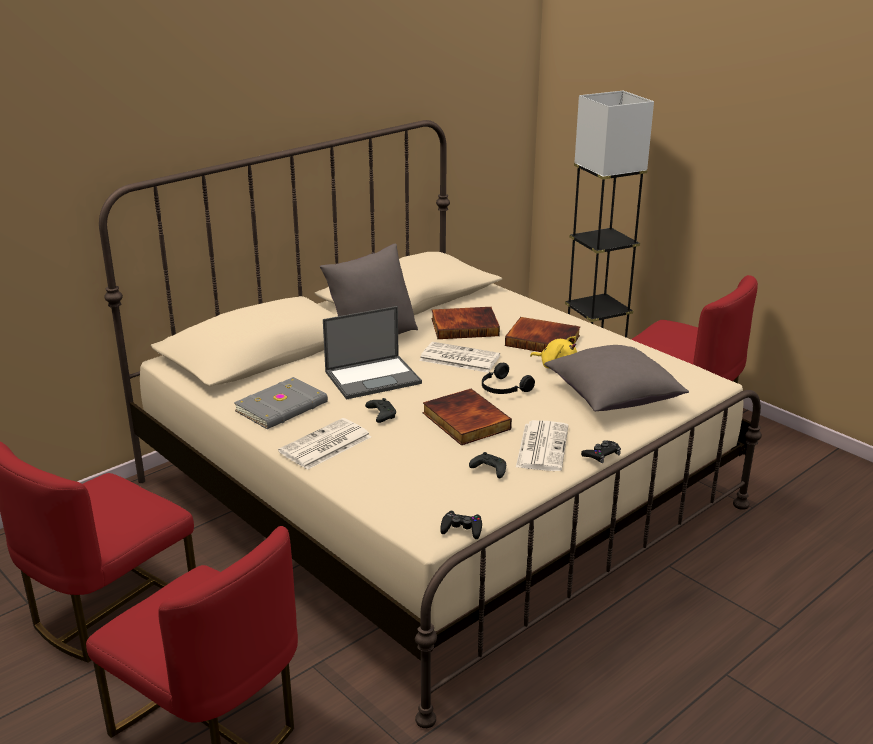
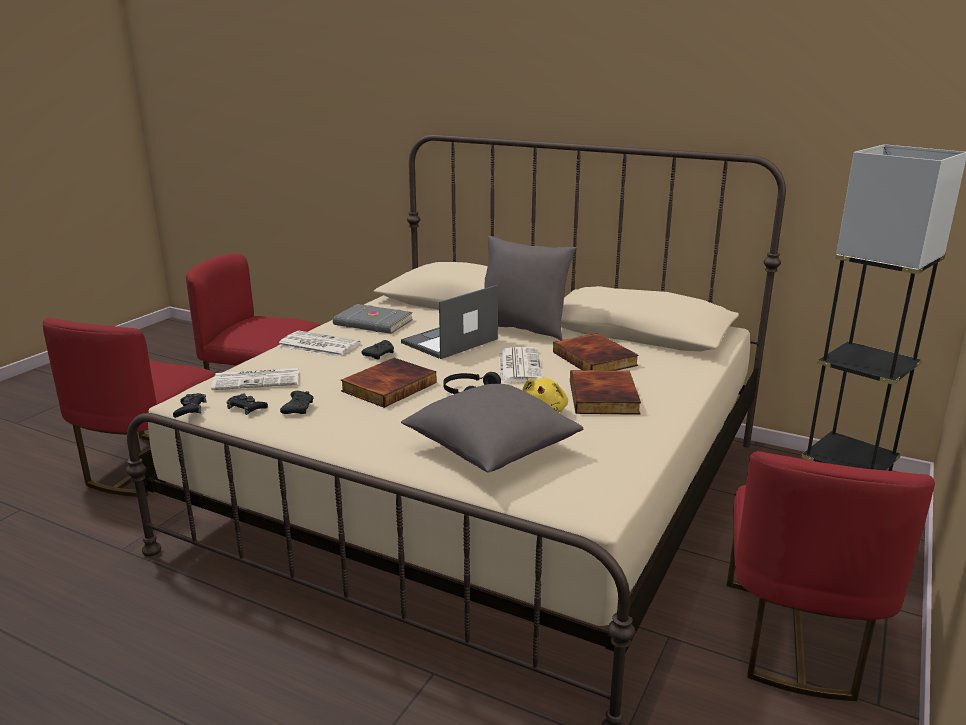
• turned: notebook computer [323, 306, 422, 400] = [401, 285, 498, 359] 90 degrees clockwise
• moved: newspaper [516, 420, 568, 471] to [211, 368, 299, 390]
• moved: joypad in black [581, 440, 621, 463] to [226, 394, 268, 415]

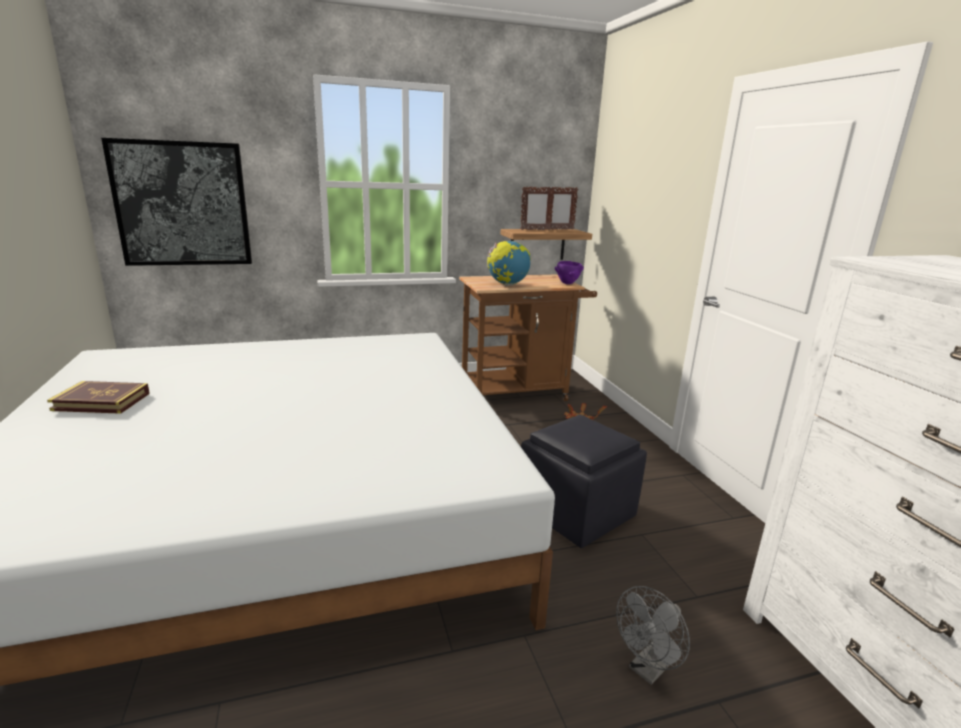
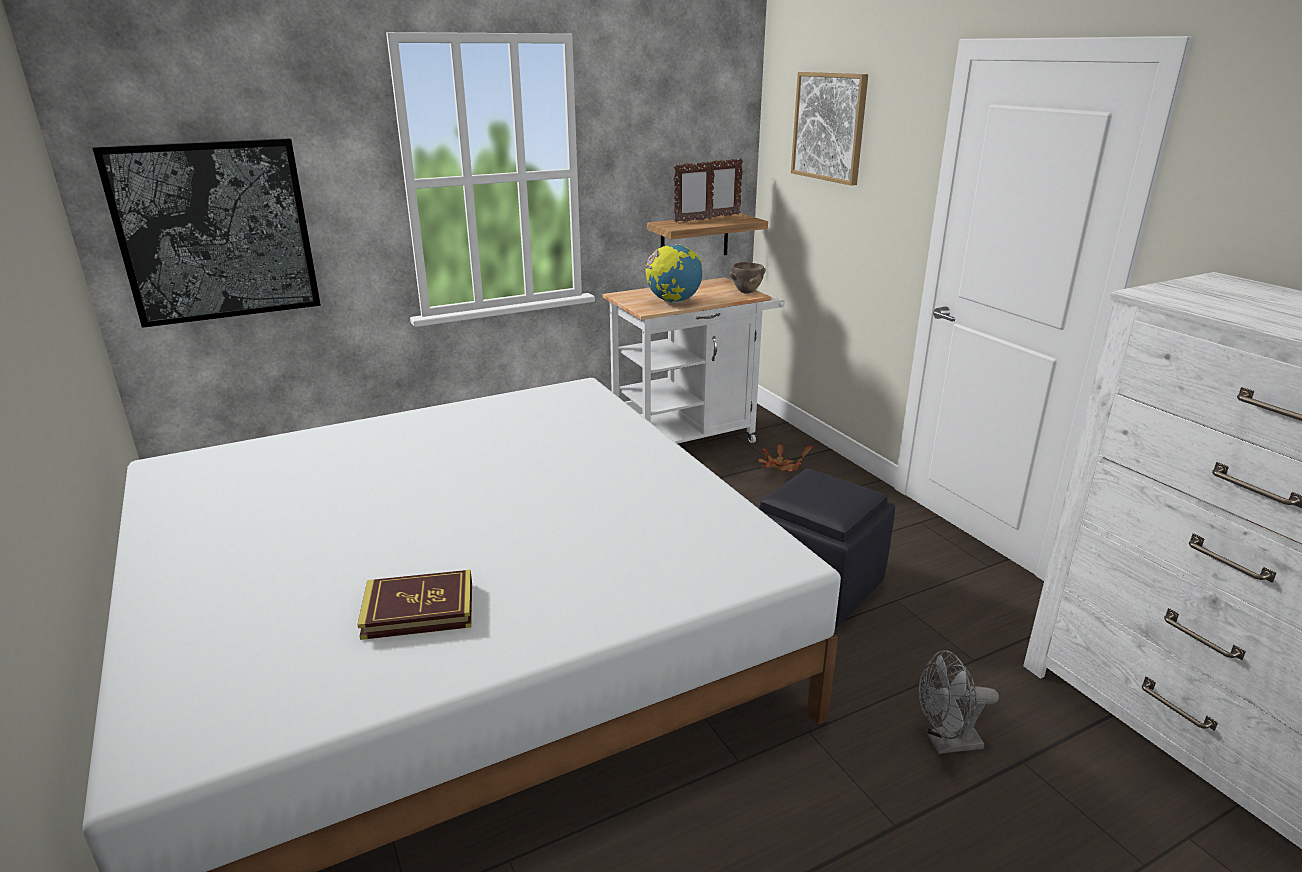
• moved: bound book [47, 381, 150, 414] to [358, 570, 472, 640]
• recoloured: cart in brown-coloured [459, 274, 597, 401] to cart in white-coloured [602, 277, 785, 444]
• recoloured: deep dish in purple-coloured [555, 261, 584, 284] to deep dish in brown-coloured [730, 262, 766, 294]
• turned: fan in greyish [616, 586, 690, 685] = [918, 650, 999, 754] 45 degrees clockwise
• added: wall art [791, 72, 868, 186]

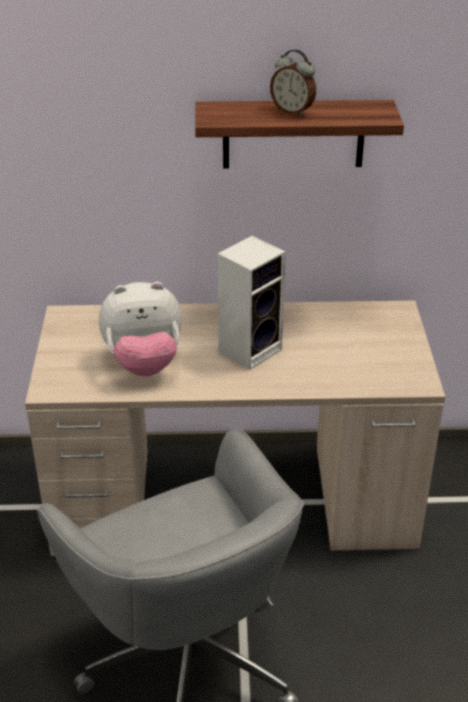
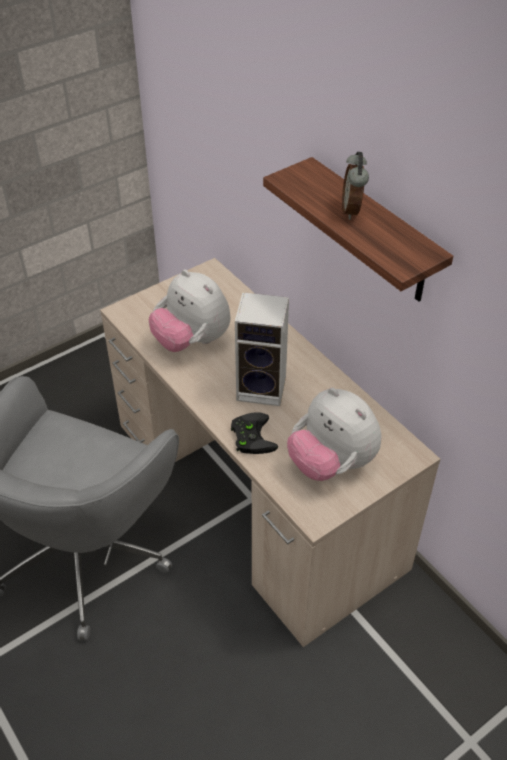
• added: joypad in black [231, 412, 278, 454]
• added: cuddly toy [287, 388, 382, 481]

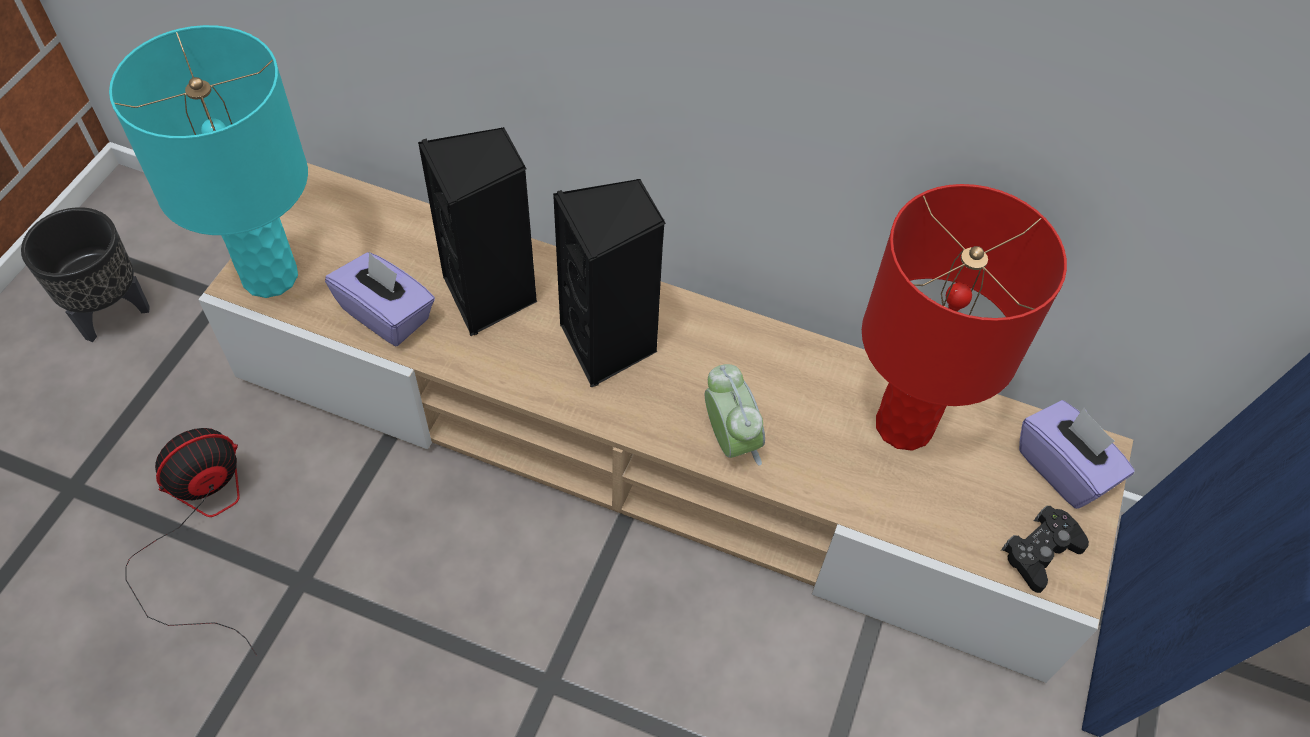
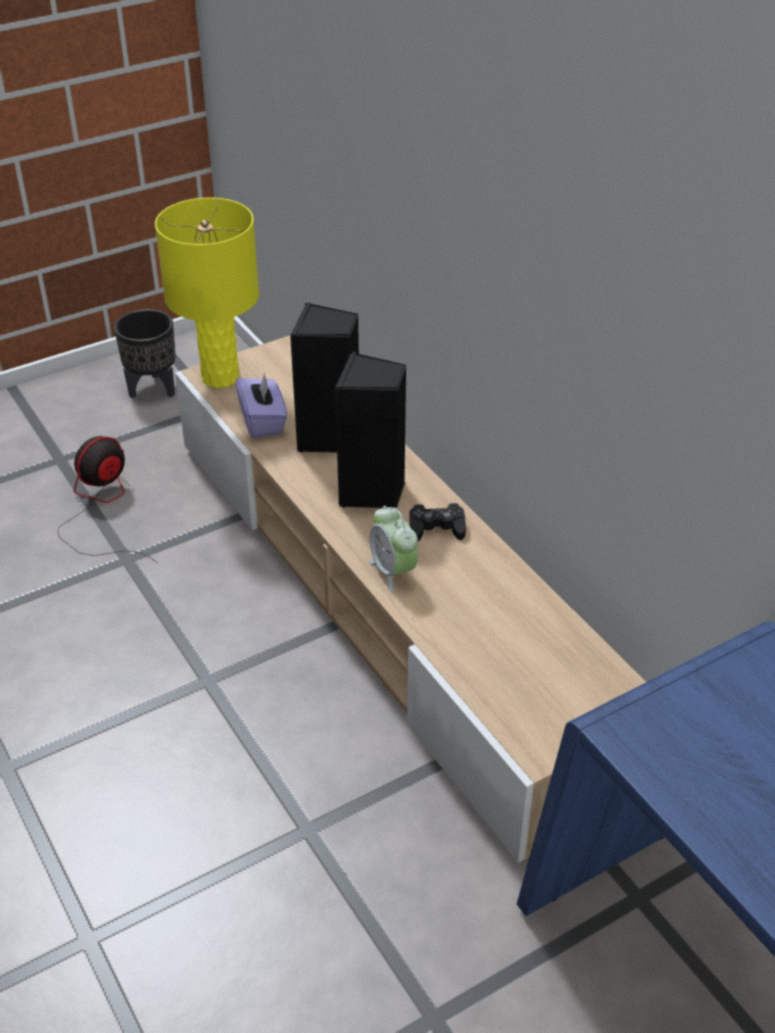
• recoloured: table lamp in turquoise [109, 25, 308, 298] to table lamp in yellowish [155, 198, 259, 388]
• turned: fan [126, 428, 257, 655] = [57, 436, 158, 563] 45 degrees counterclockwise
• turned: bedside clock [705, 364, 765, 466] = [369, 506, 418, 592] 135 degrees clockwise
• removed: table lamp in red [862, 184, 1067, 451]
• moved: joypad in black [1001, 506, 1089, 593] to [409, 503, 466, 541]
• removed: box of tissues in purple-coloured [1019, 400, 1134, 509]

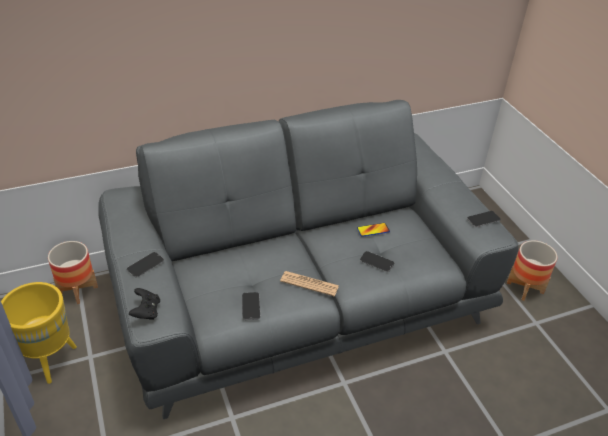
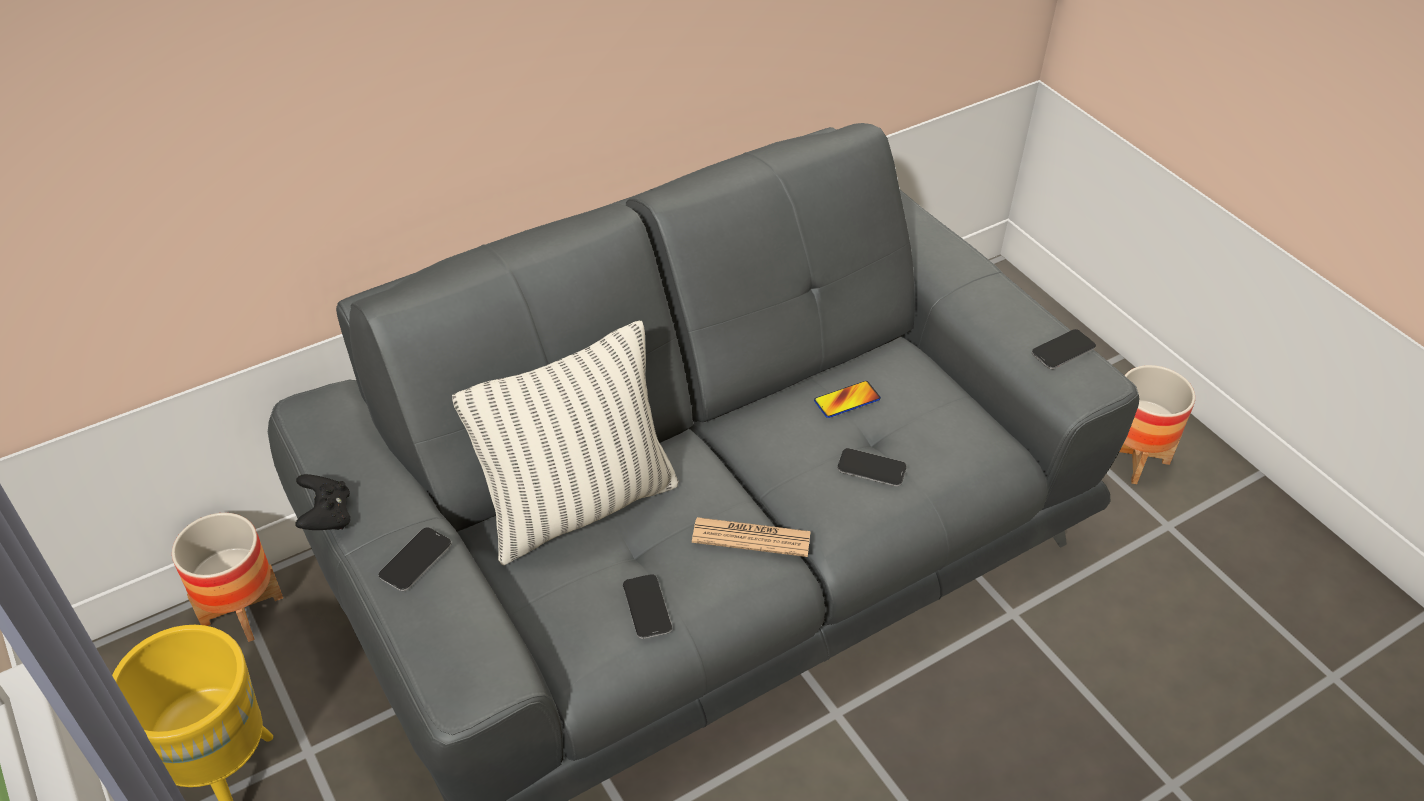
• moved: joypad in black [129, 288, 160, 320] to [295, 474, 350, 530]
• added: cushion [452, 320, 679, 565]

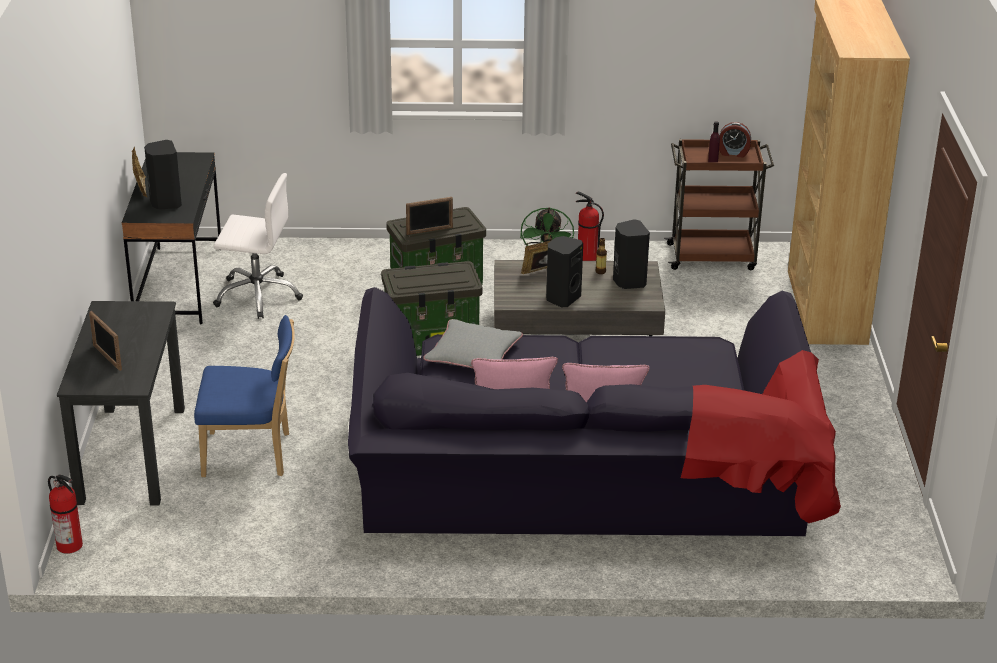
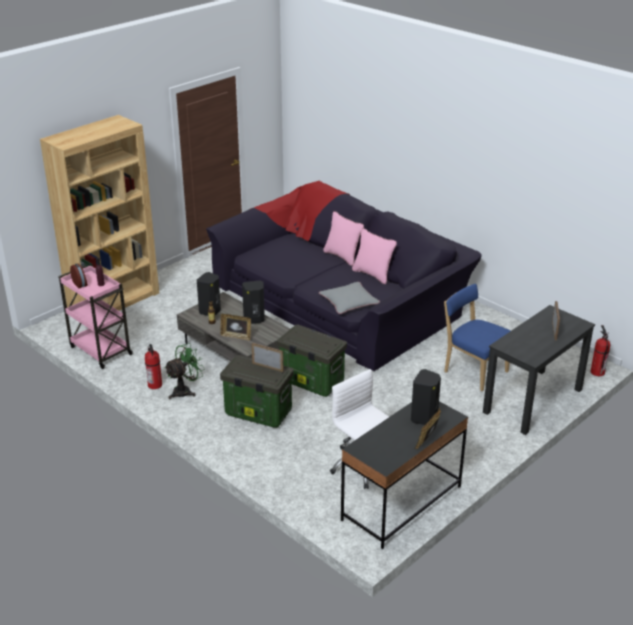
• recoloured: cart in brown-coloured [664, 139, 774, 270] to cart in pinkish [58, 265, 133, 369]

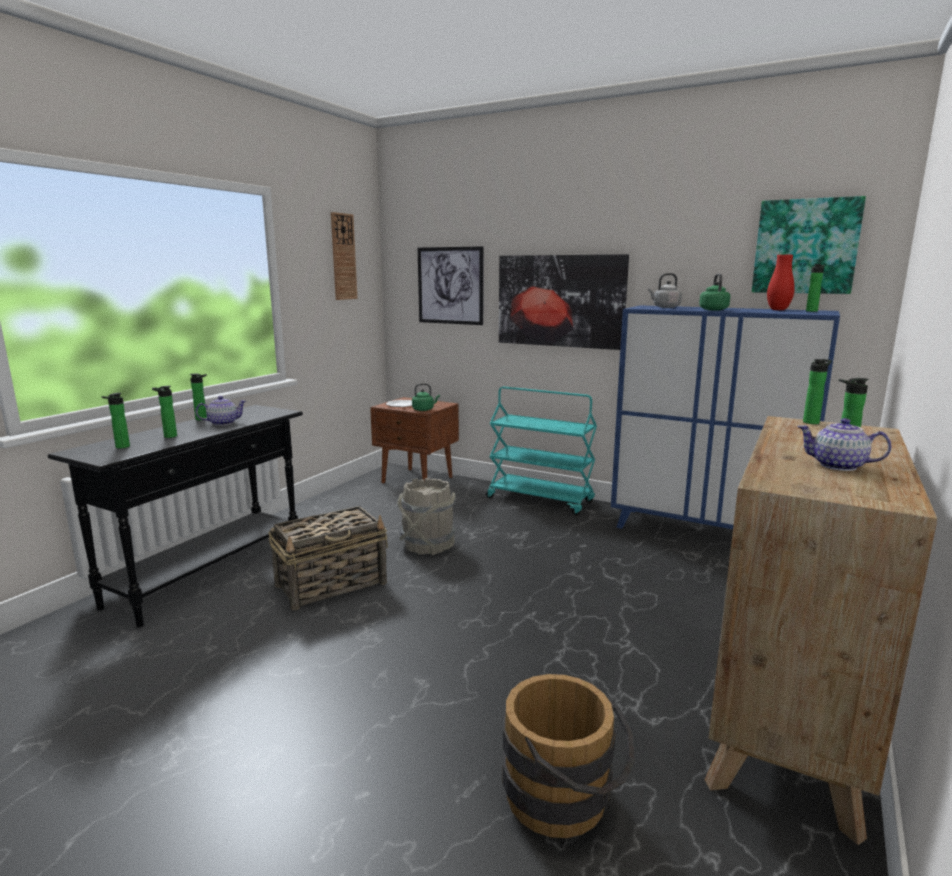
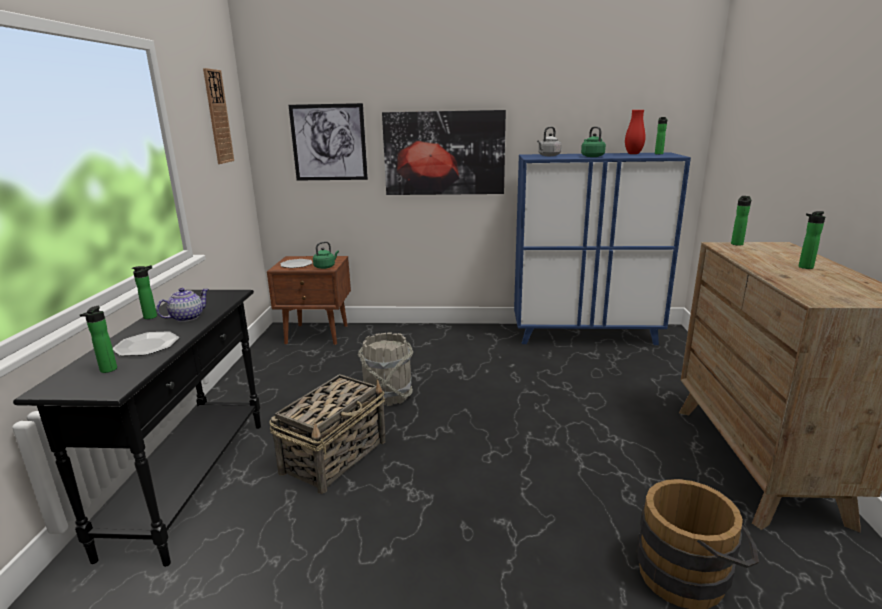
• replaced: bottle [152, 386, 177, 438] to flat dish [113, 331, 179, 356]
• removed: cart in turquoise [486, 387, 597, 515]
• removed: wall art [752, 196, 866, 294]
• removed: teapot [797, 418, 892, 471]

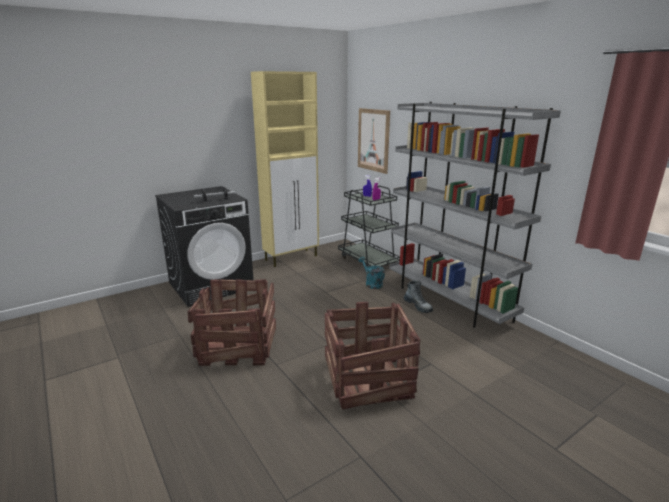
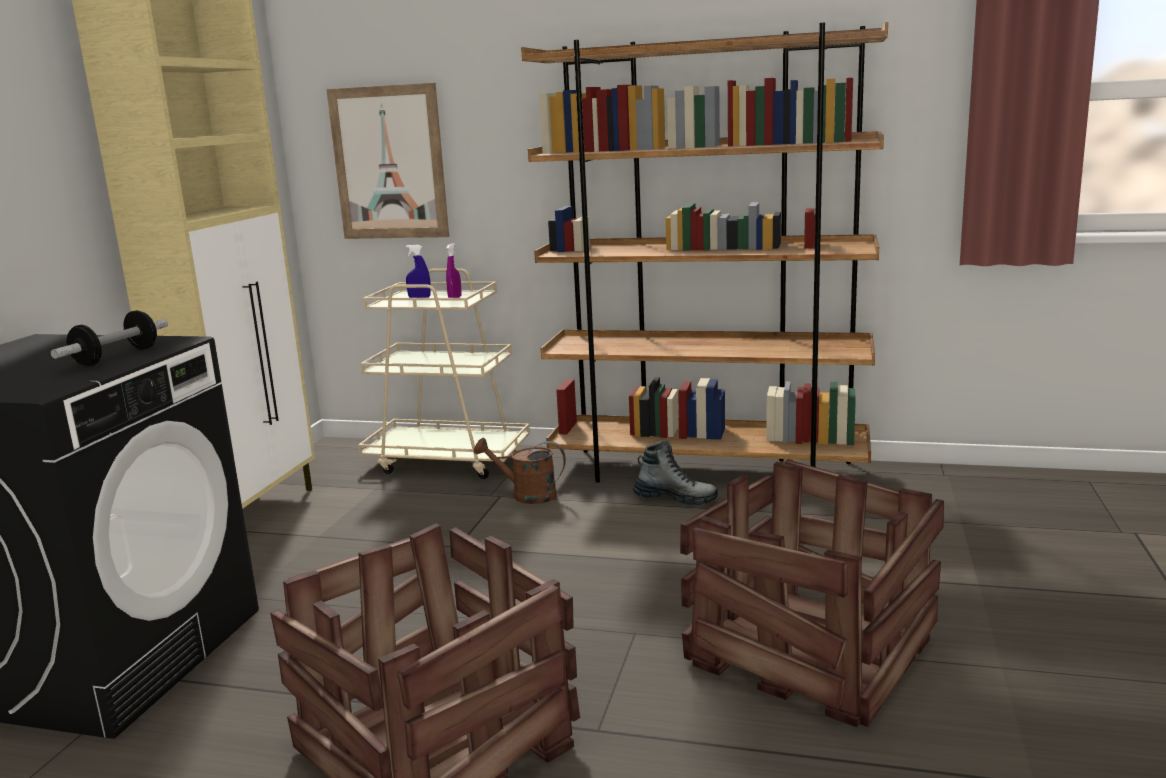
• recoloured: cart in black [338, 185, 400, 267] to cart in sand-coloured [358, 269, 530, 479]
• recoloured: sprinkling can in turquoise [358, 257, 385, 289] to sprinkling can in brown-coloured [474, 438, 566, 504]
• recoloured: bookcase in greyish [389, 102, 561, 328] to bookcase in brown-coloured [521, 22, 888, 483]

